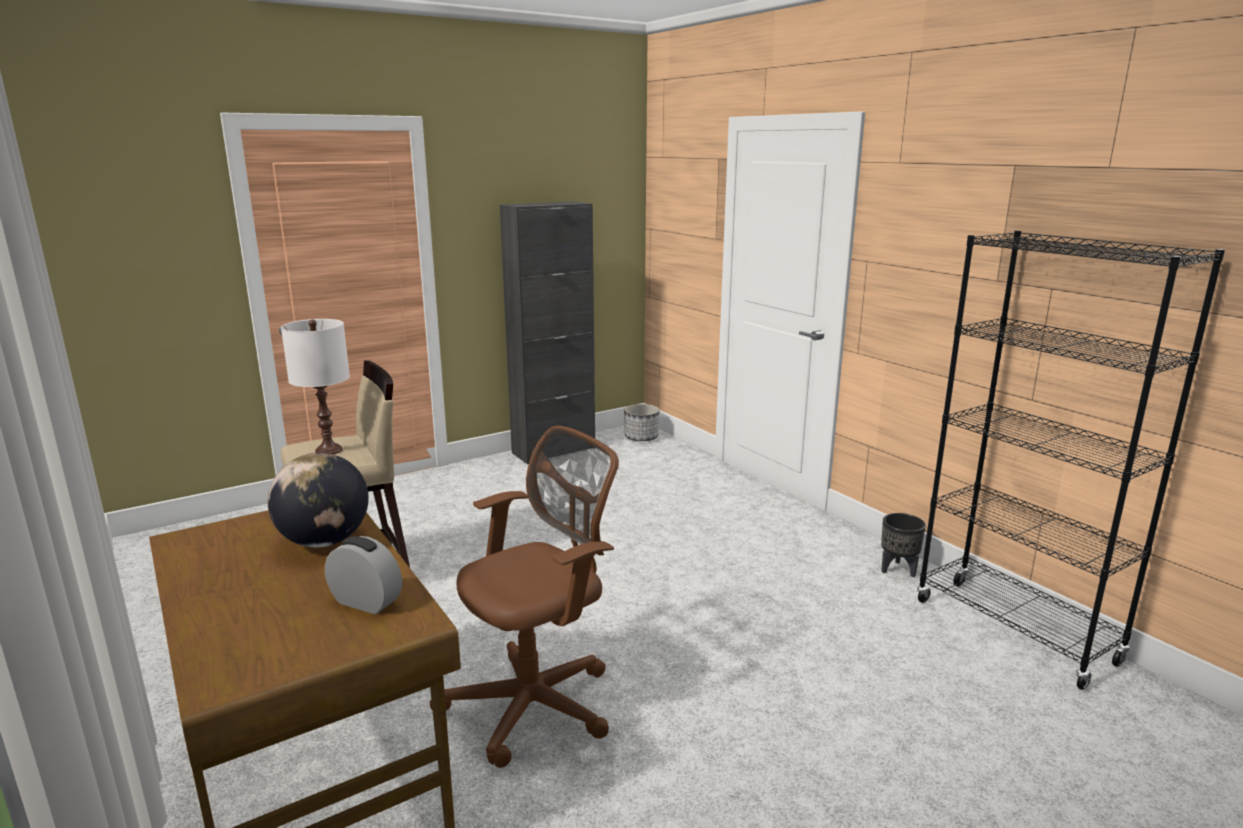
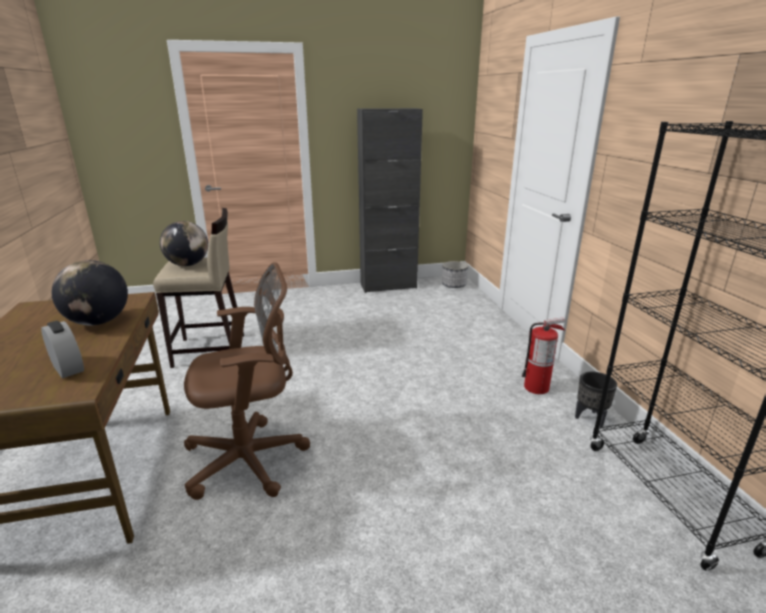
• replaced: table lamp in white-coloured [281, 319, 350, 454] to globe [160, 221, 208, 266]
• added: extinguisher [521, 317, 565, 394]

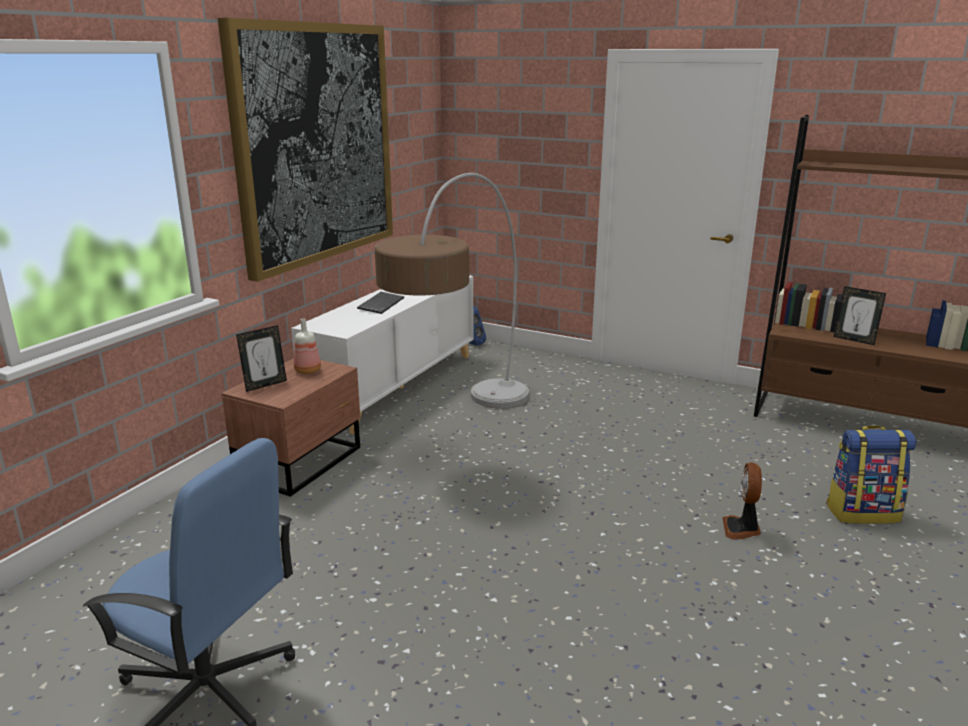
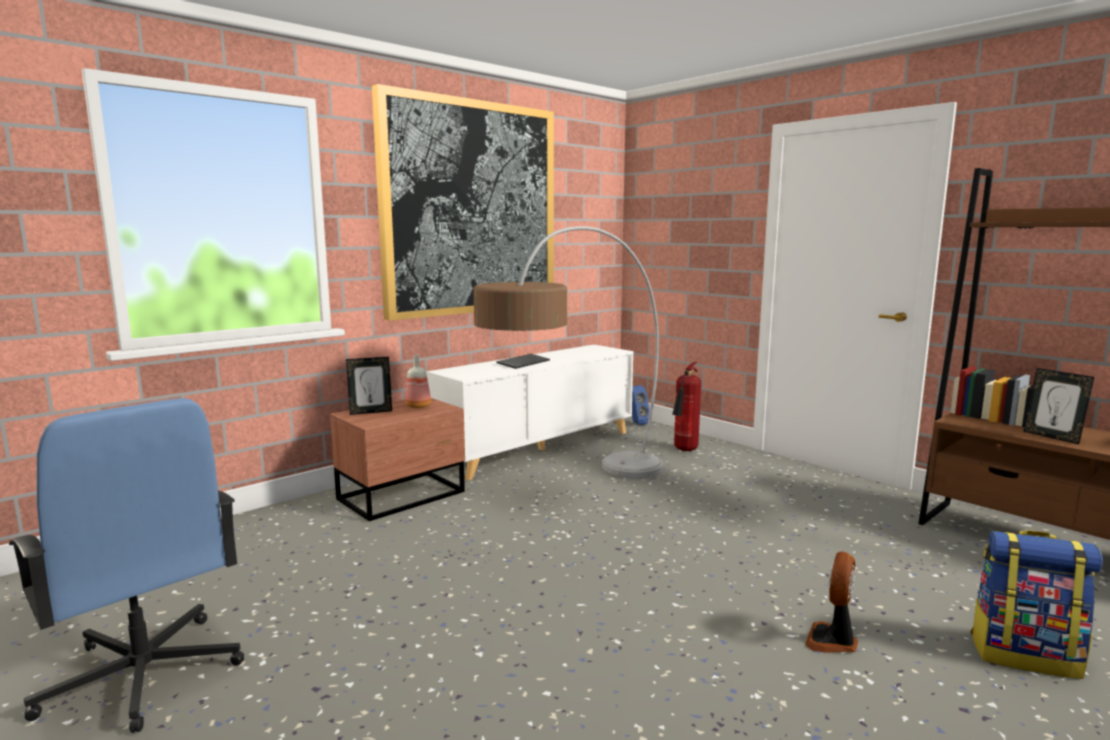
• added: extinguisher [672, 362, 701, 451]

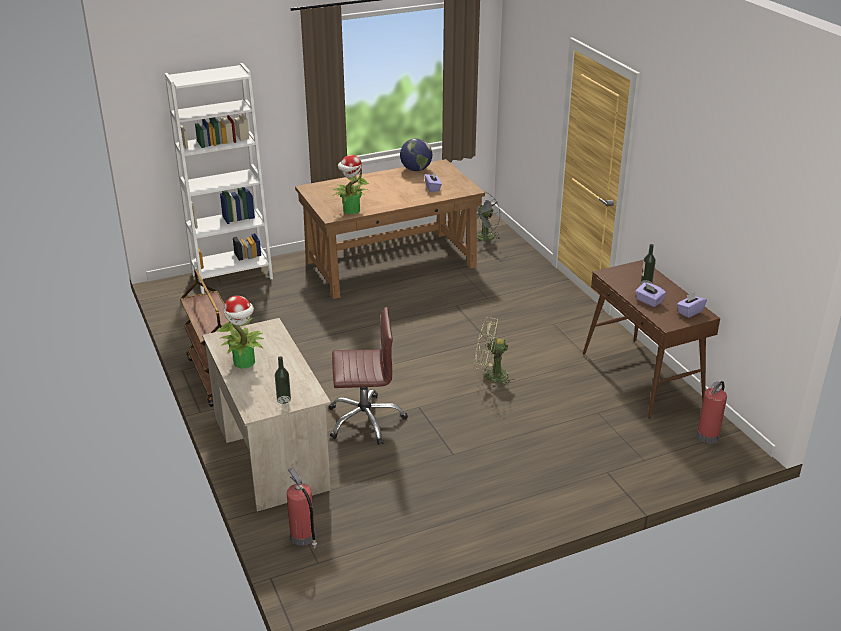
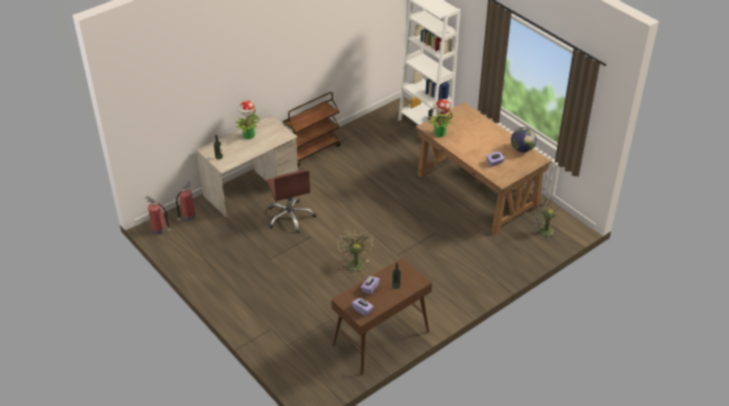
• moved: extinguisher [697, 381, 727, 444] to [146, 196, 171, 234]

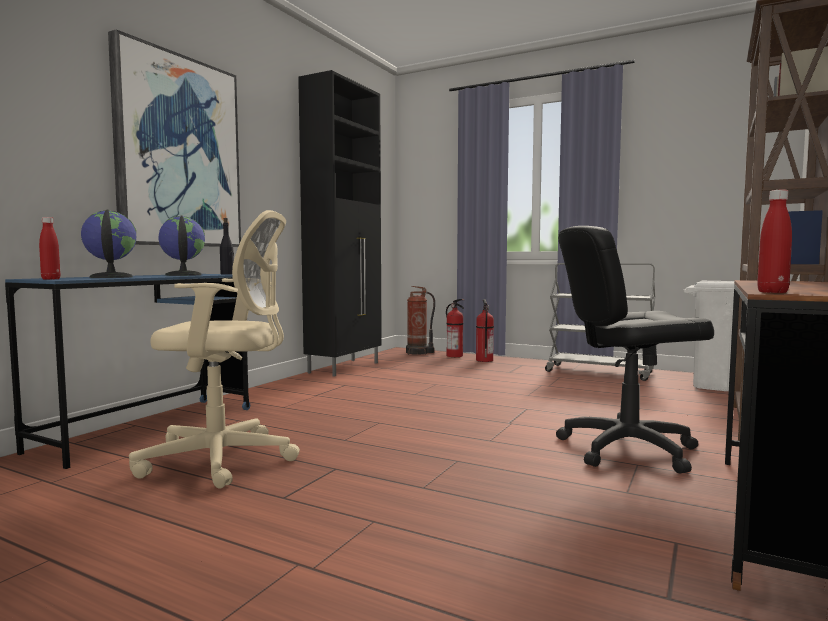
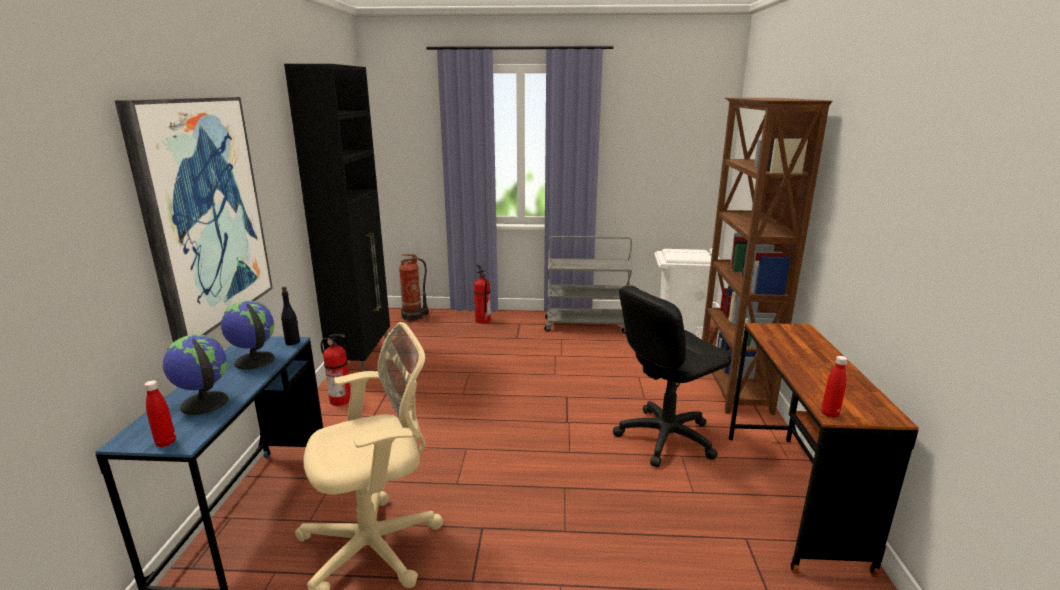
• moved: extinguisher [446, 299, 464, 357] to [321, 334, 351, 406]

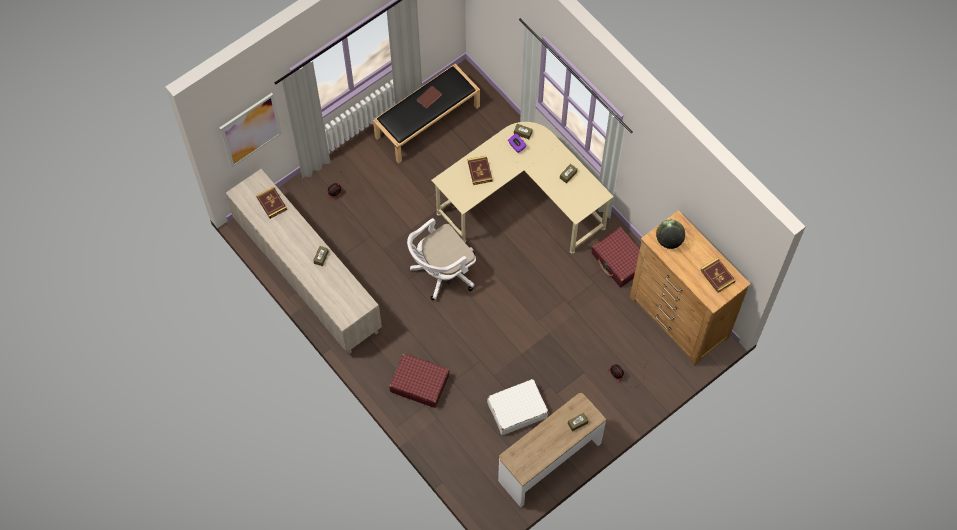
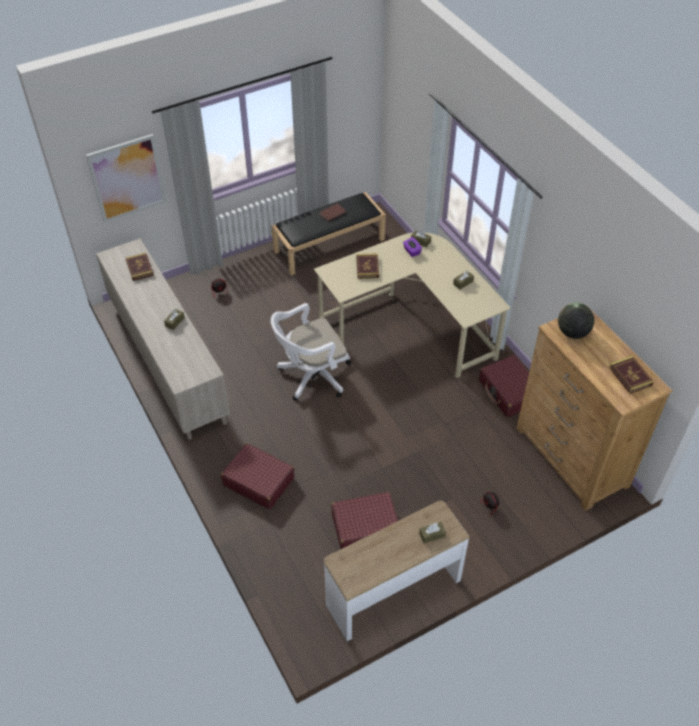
• recoloured: piece of luggage in white-coloured [487, 379, 548, 435] to piece of luggage in red [332, 492, 398, 549]

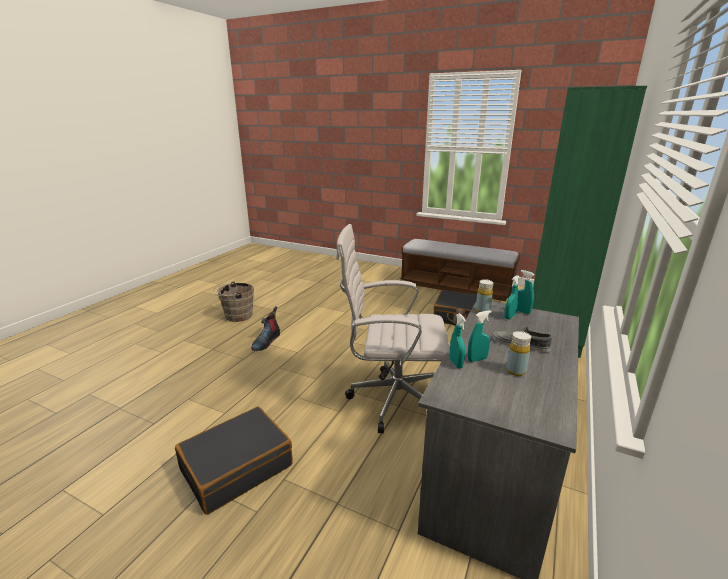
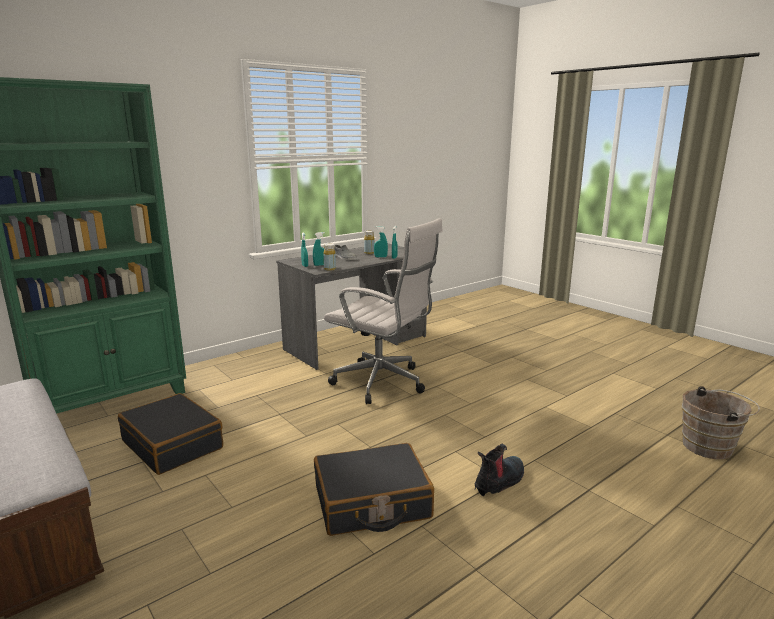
• moved: piece of luggage in black [175, 407, 293, 515] to [314, 443, 434, 536]
• moved: water bucket in brown-coloured [212, 281, 254, 322] to [682, 386, 760, 459]

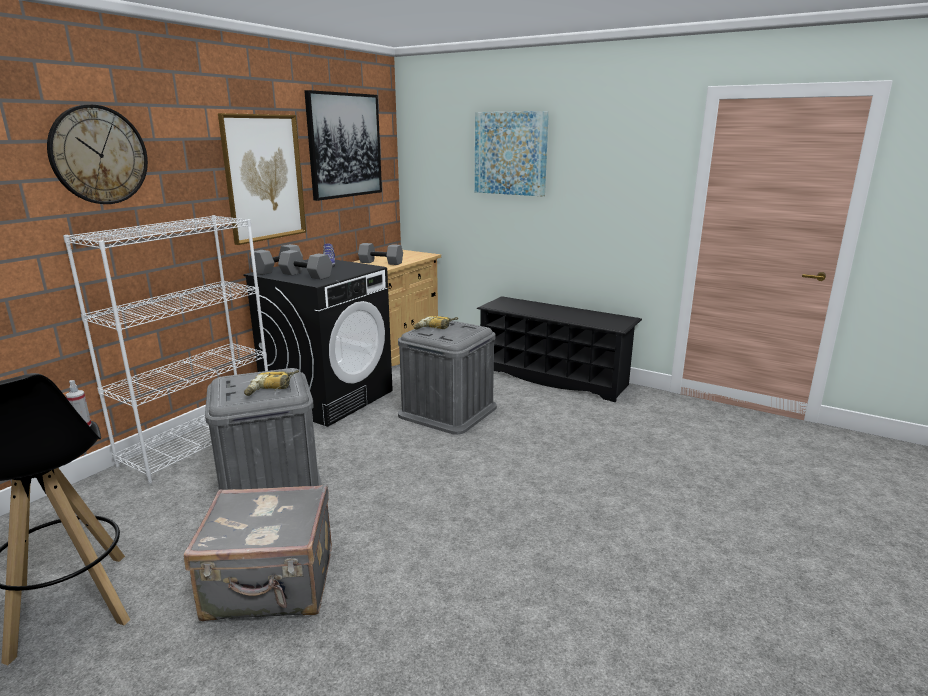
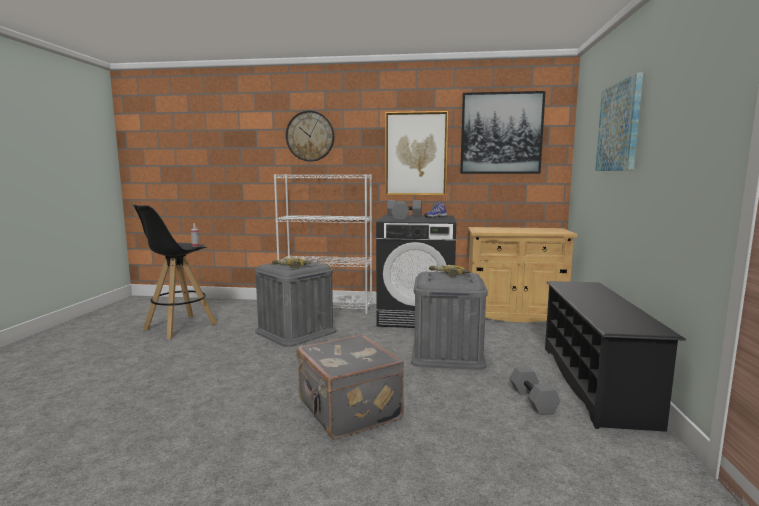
• moved: piece of luggage in greyish [184, 484, 332, 622] to [296, 334, 404, 439]
• moved: hand weight in greyish [358, 243, 403, 265] to [509, 366, 560, 415]

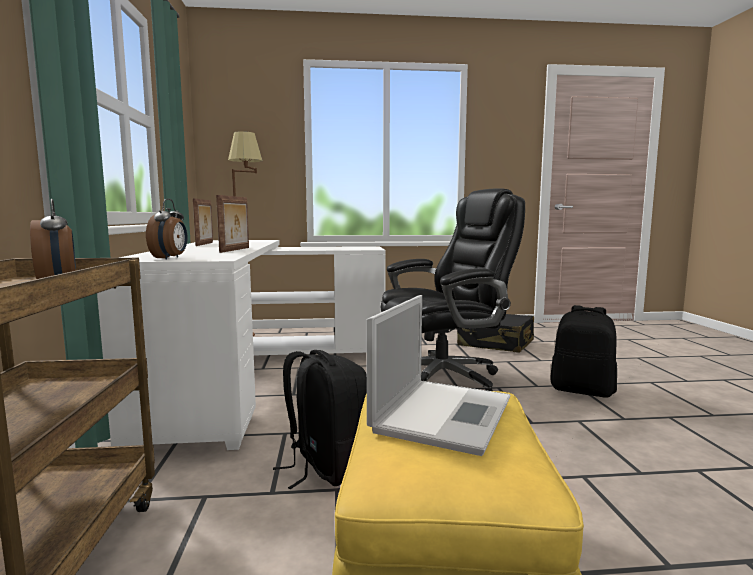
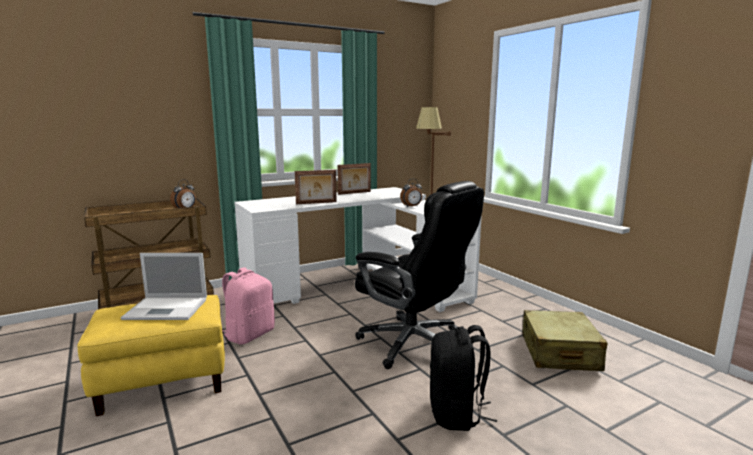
• moved: bedside clock [146, 199, 187, 260] to [400, 179, 422, 207]
• recoloured: backpack in black [273, 350, 367, 489] to backpack in pinkish [222, 267, 275, 344]
• recoloured: piece of luggage in black [457, 314, 534, 353] to piece of luggage in sand-coloured [522, 310, 608, 371]

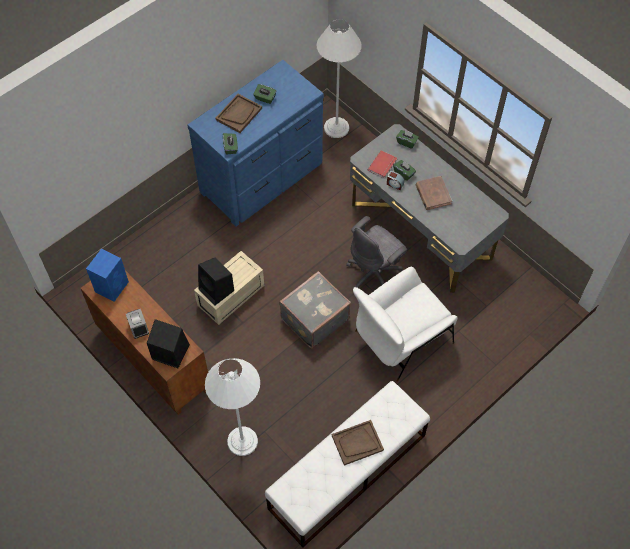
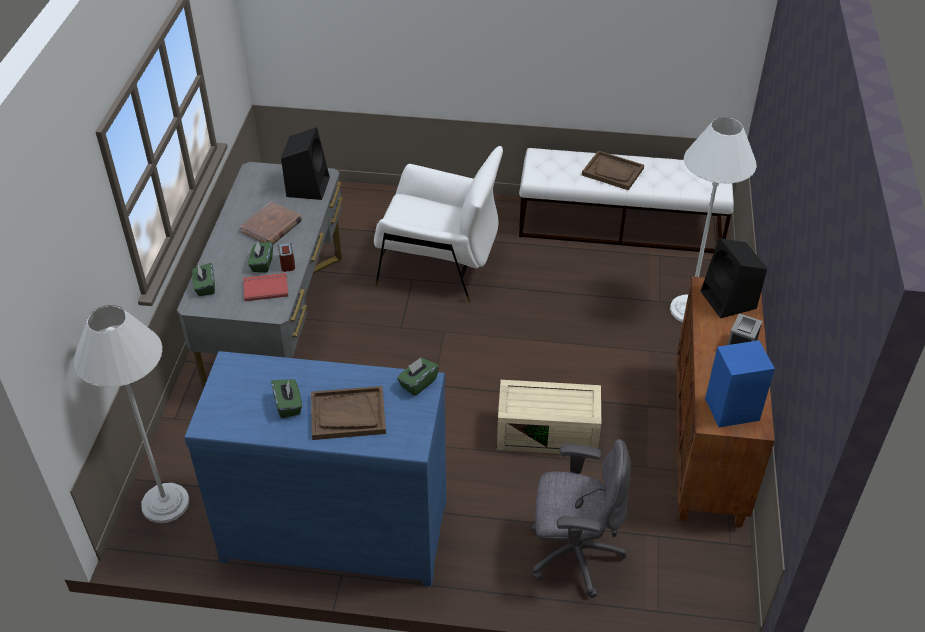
• moved: audio speaker in black [198, 258, 234, 305] to [281, 127, 330, 200]
• removed: piece of luggage in greyish [279, 271, 351, 349]
• moved: office chair in greyish [346, 216, 407, 288] to [531, 439, 631, 598]

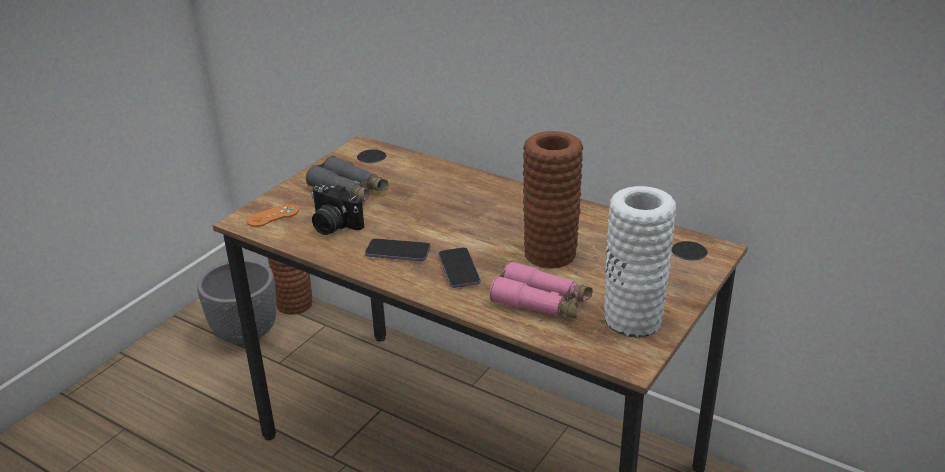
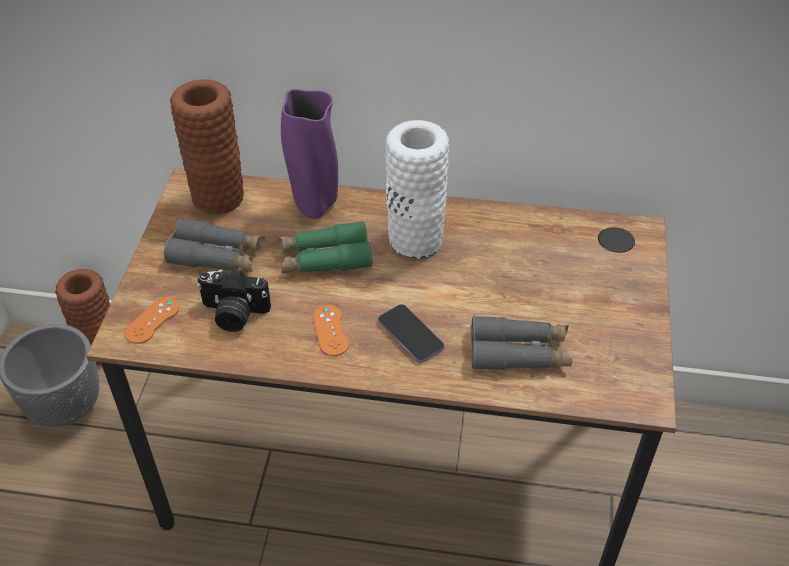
• replaced: handset [365, 238, 431, 261] to joypad in orange [313, 305, 349, 356]
• recoloured: binoculars in pinkish [490, 261, 593, 319] to binoculars in greyish [471, 316, 573, 370]
• moved: vase in brown-coloured [523, 131, 583, 269] to [170, 79, 244, 215]
• moved: vase in white-coloured [604, 186, 676, 338] to [385, 120, 449, 259]
• added: binoculars in greenish [277, 221, 372, 273]
• added: vase in purple-coloured [281, 89, 338, 219]

